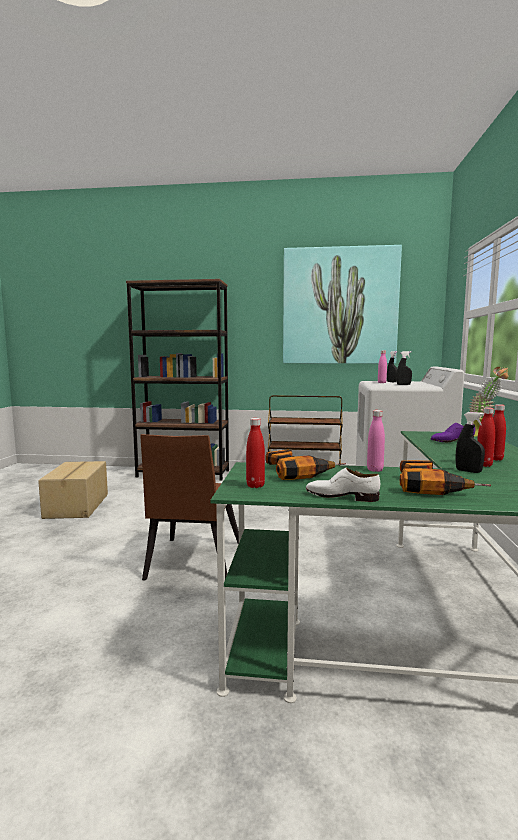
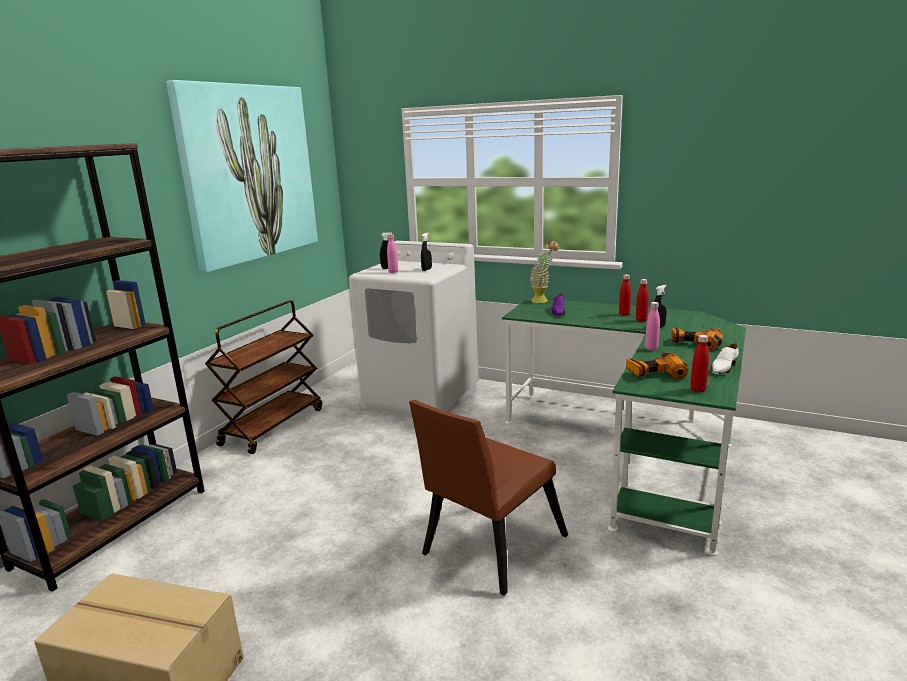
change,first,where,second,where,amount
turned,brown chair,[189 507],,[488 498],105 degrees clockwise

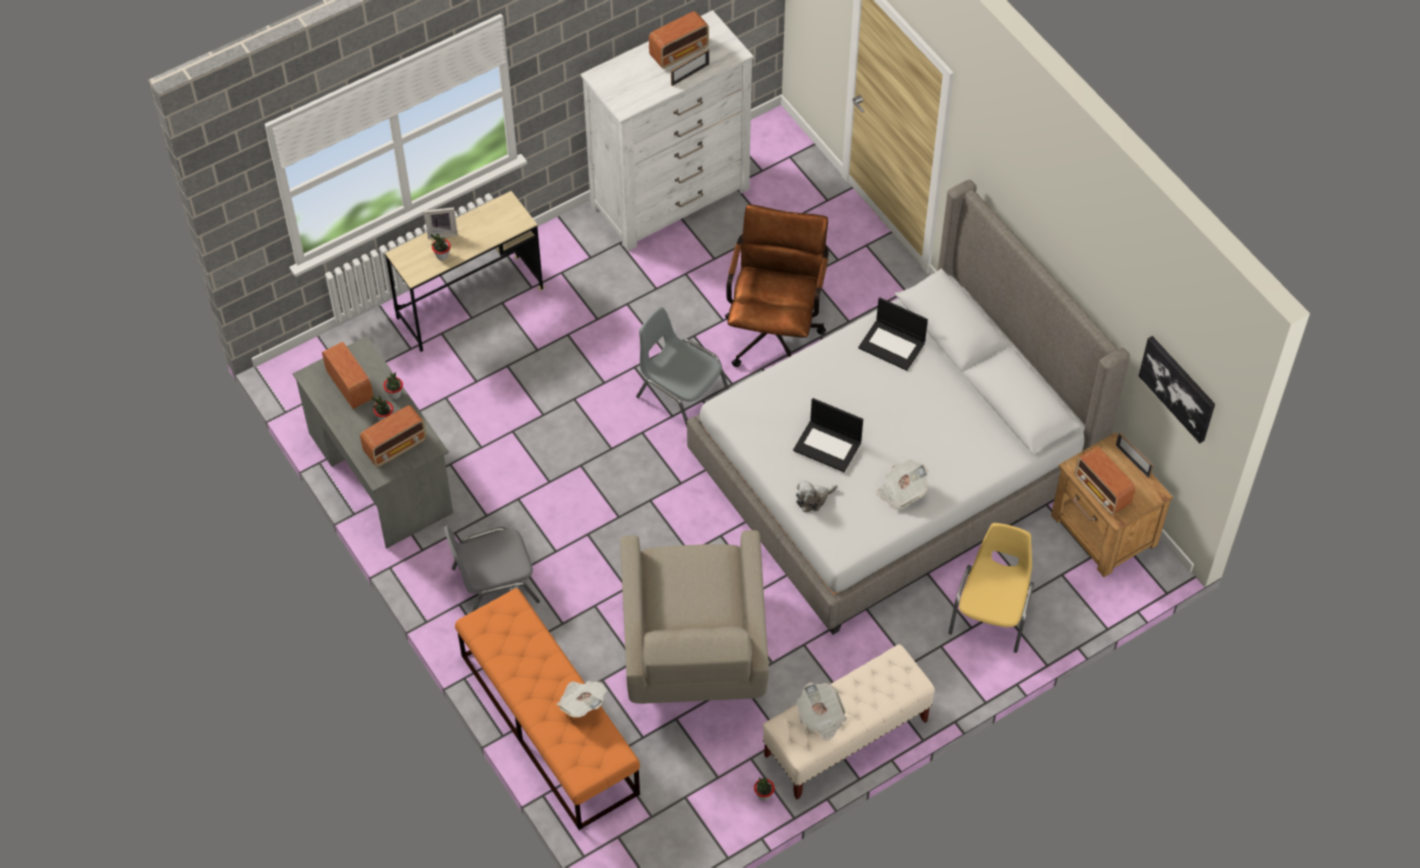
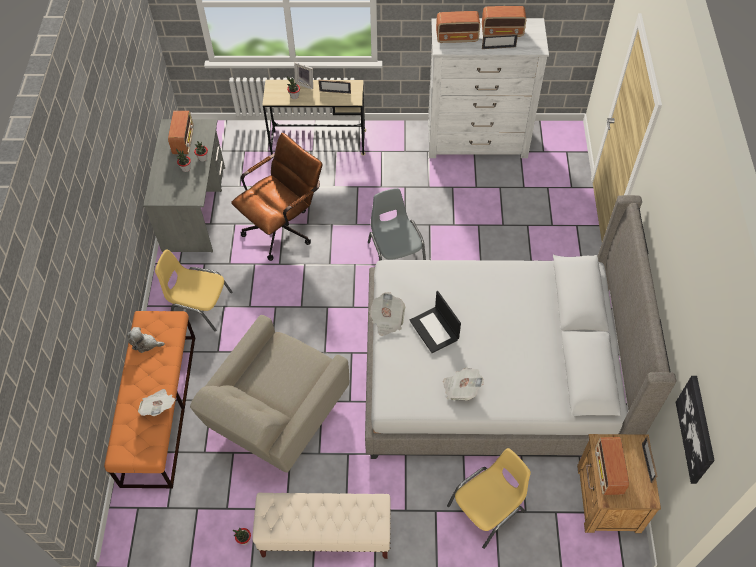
change,first,where,second,where,amount
moved,brown office chair,[777 286],,[276 197],
removed,laptop,[893 334],,,
moved,radio,[393 436],,[458 27],
moved,plush toy,[817 496],,[146 340],
recoloured,grey chair,[492 569],yellow chair,[193 290],
moved,newspaper,[821 711],,[387 314],
added,,,picture frame,[334 87],

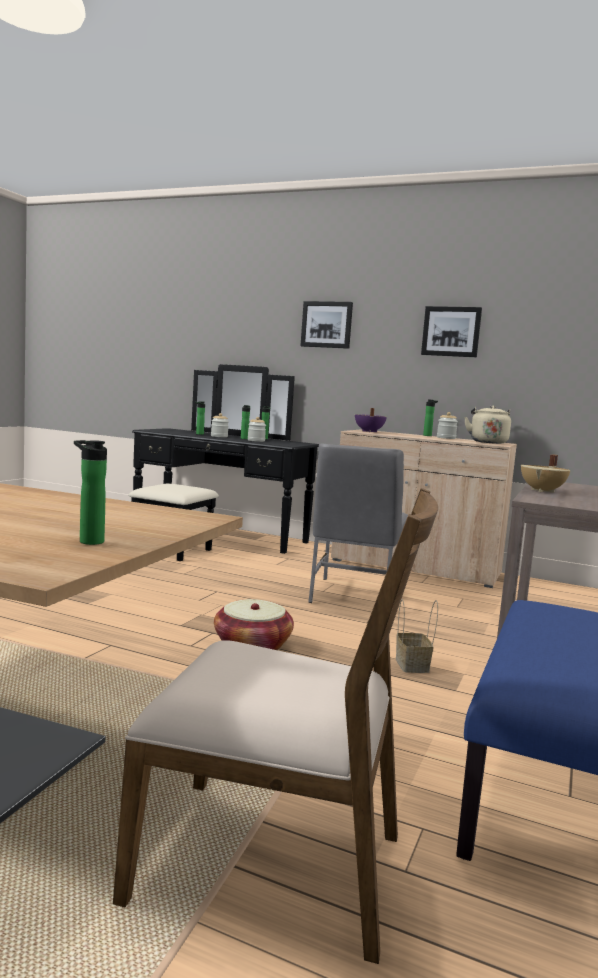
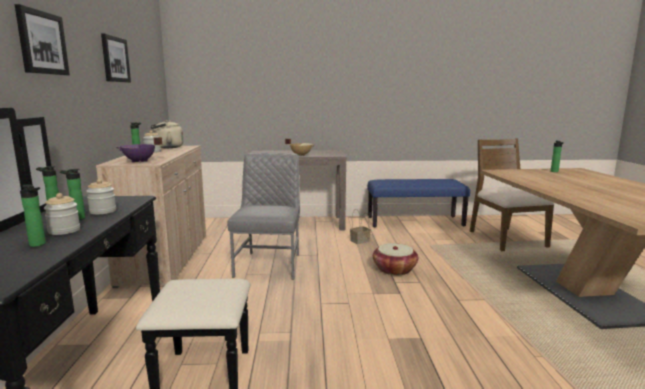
change,first,where,second,where,amount
turned,grey chair,[358 523],,[264 216],75 degrees counterclockwise

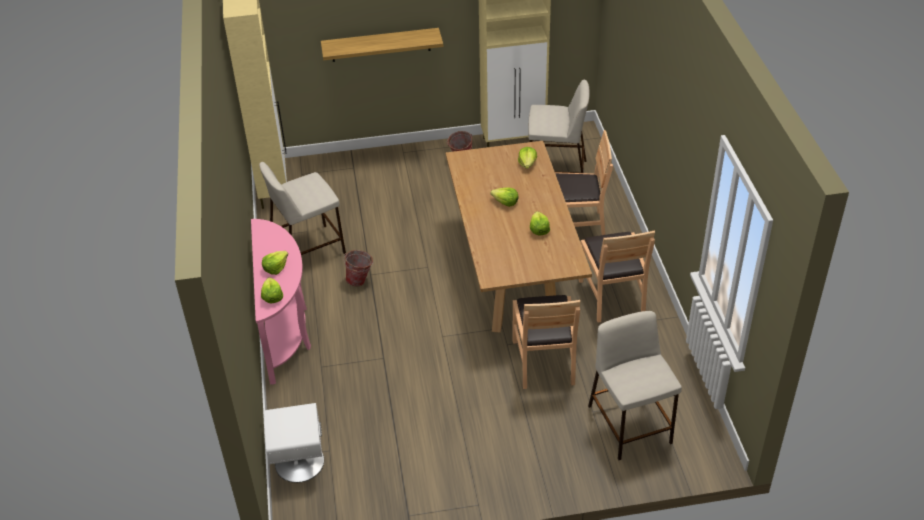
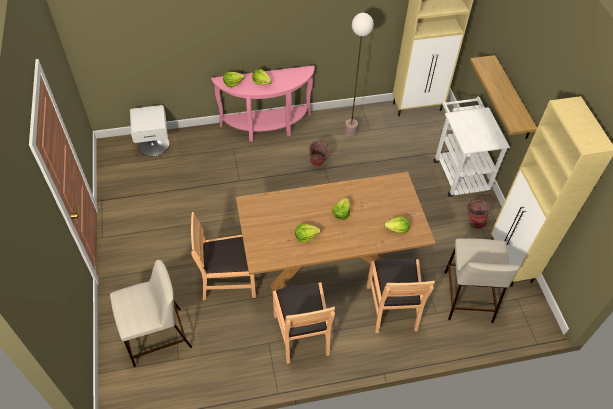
change,first,where,second,where,amount
replaced,beige stool,[302 208],floor lamp,[359 75],
turned,brown chair,[616 277],,[304 323],90 degrees counterclockwise
added,,,white cart,[471 146],

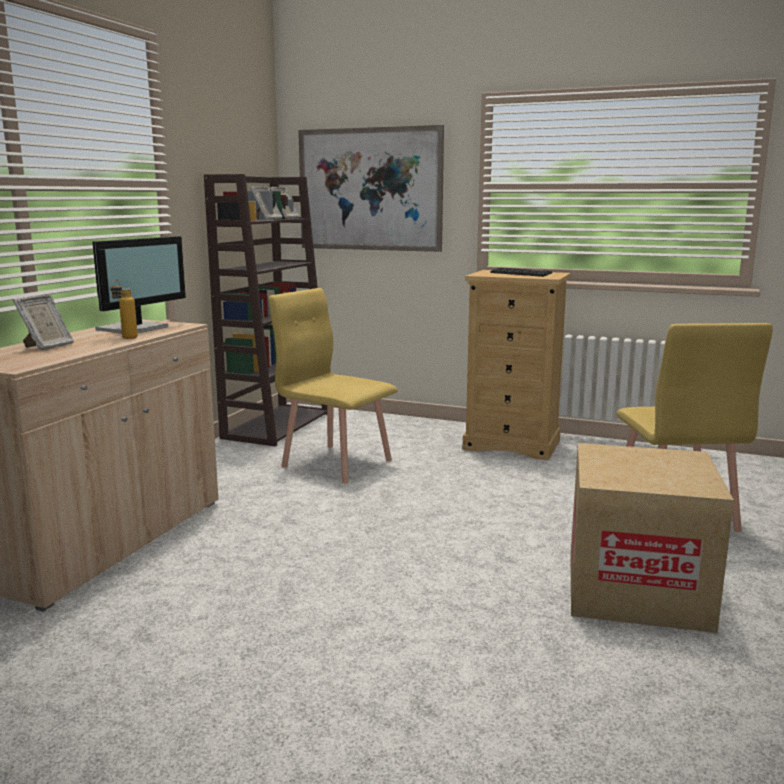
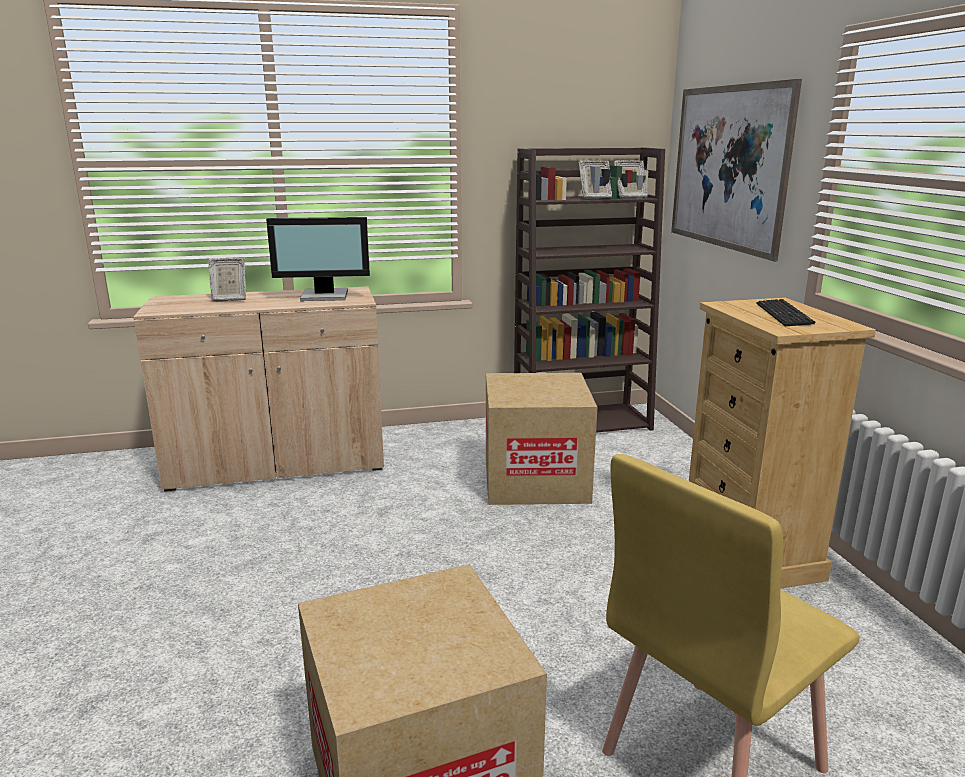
change,first,where,second,where,amount
removed,bottle,[124 309],,,
replaced,yellow chair,[333 386],cardboard box,[541 439],

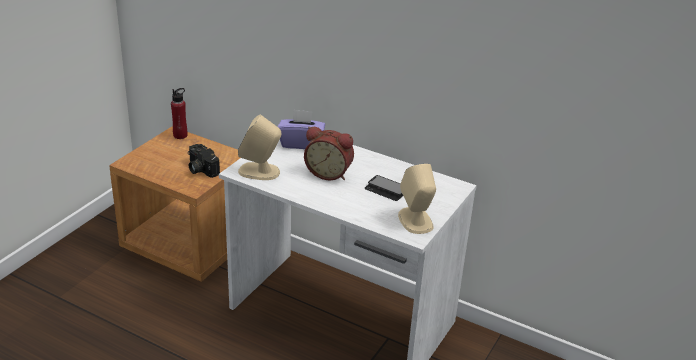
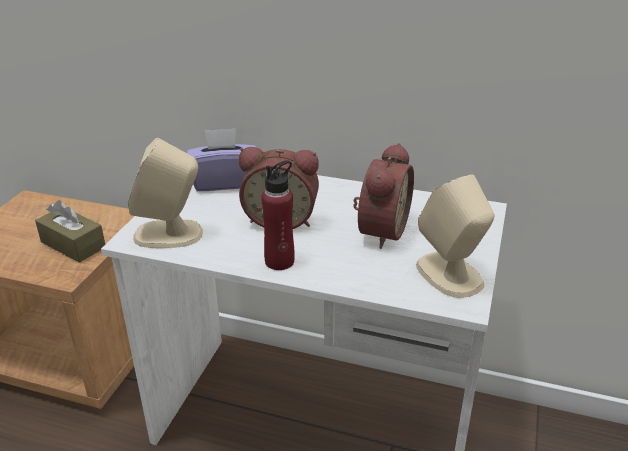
change,first,where,second,where,amount
moved,red bottle,[179 113],,[278 215],
replaced,photo camera,[204 161],brown tissue box,[70 231],
replaced,phone,[384 188],alarm clock,[383 196],

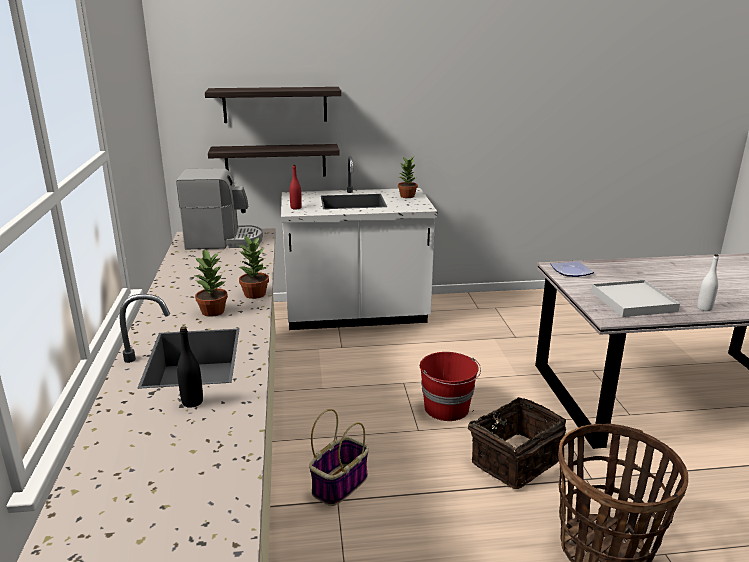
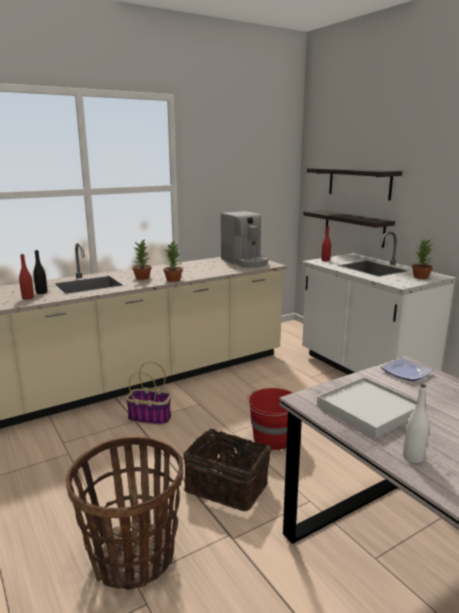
change,first,where,second,where,amount
added,,,red bottle,[26 277],

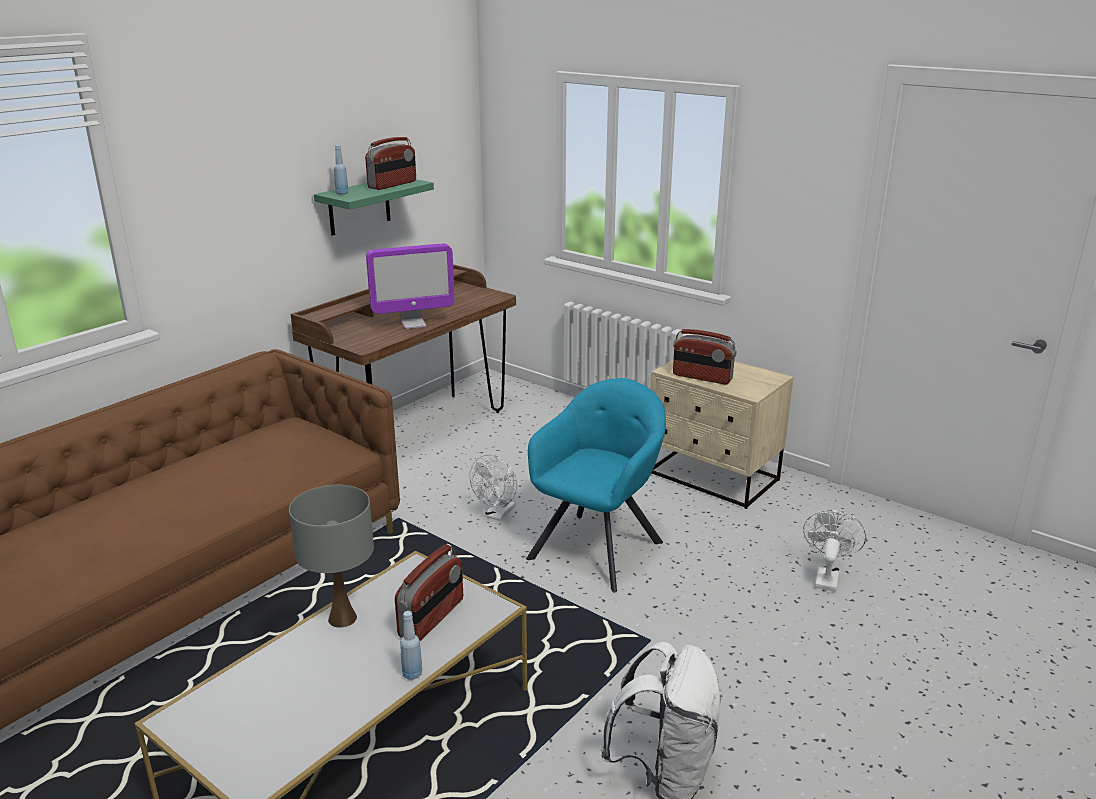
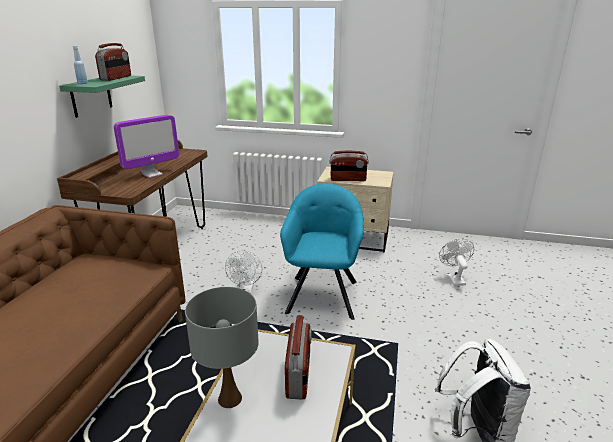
change,first,where,second,where,amount
removed,blue bottle,[411 645],,,

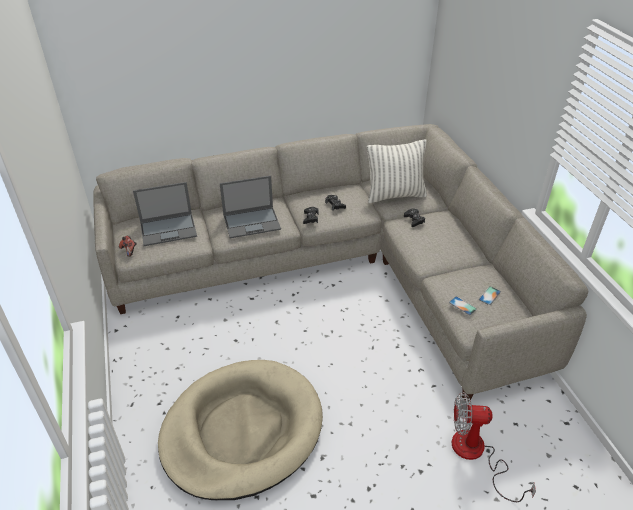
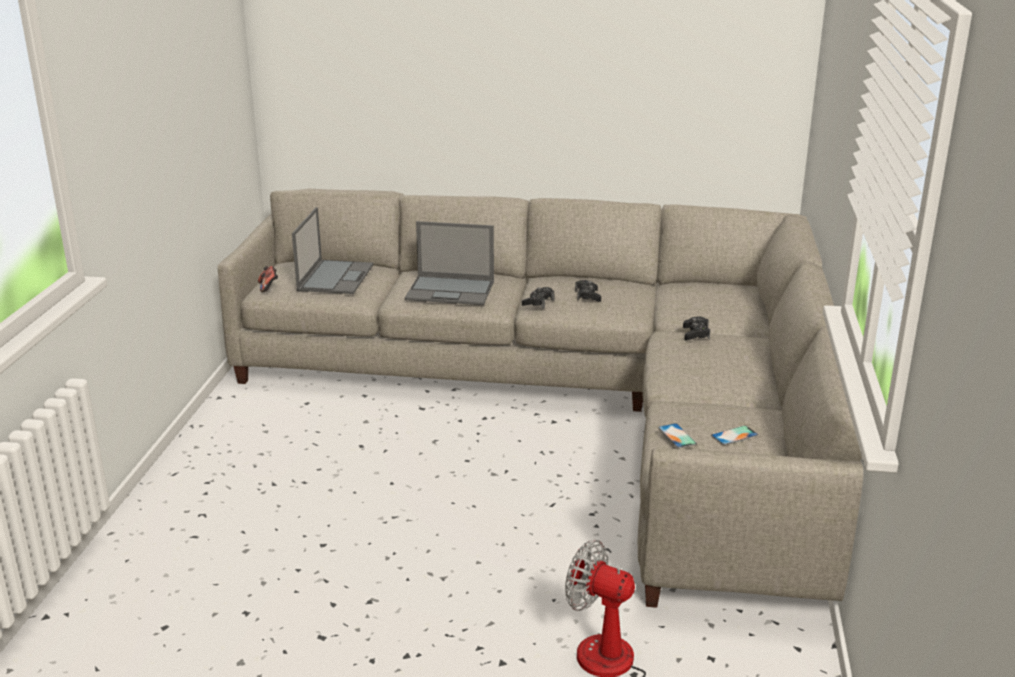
change,first,where,second,where,amount
removed,pillow,[397 171],,,
turned,laptop,[165 214],,[333 250],90 degrees counterclockwise
removed,beige dog bed,[240 430],,,

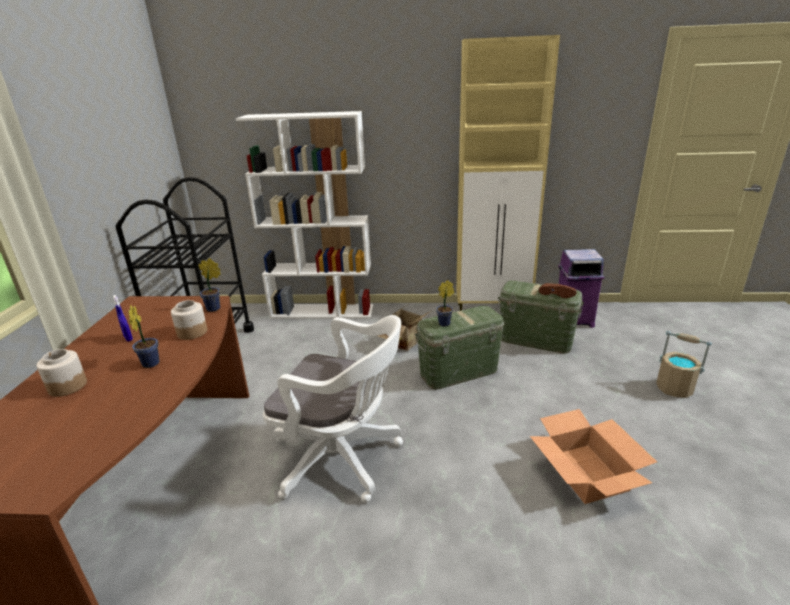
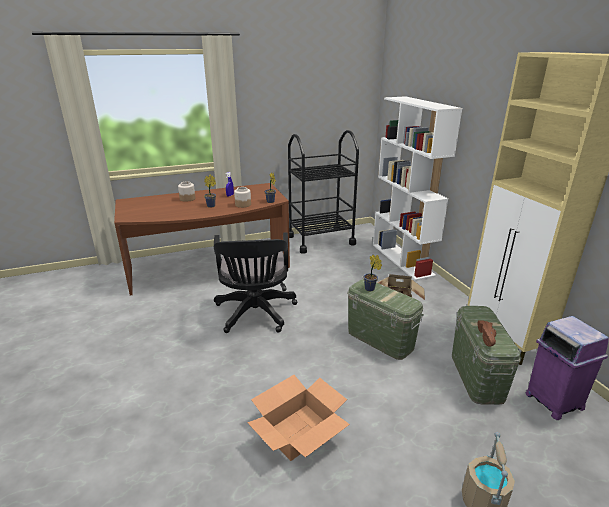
change,first,where,second,where,amount
recoloured,white office chair,[333 409],black office chair,[255 282],

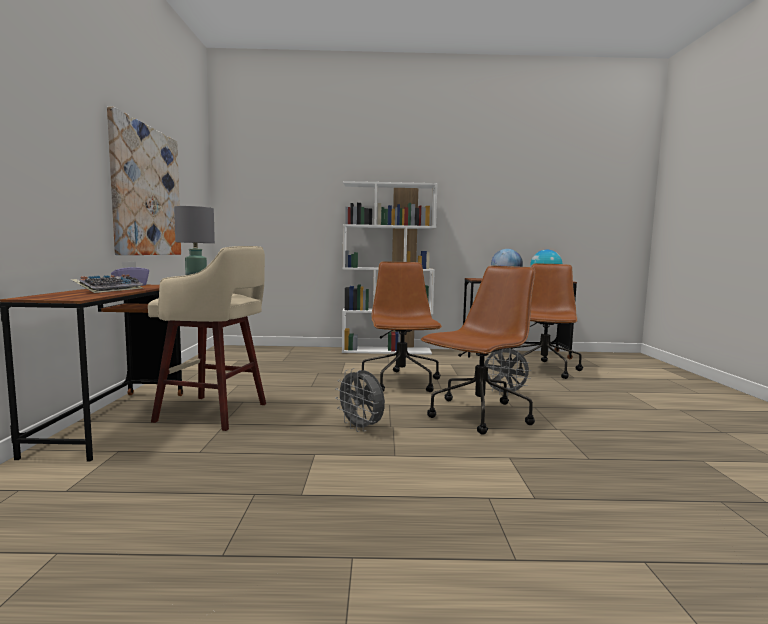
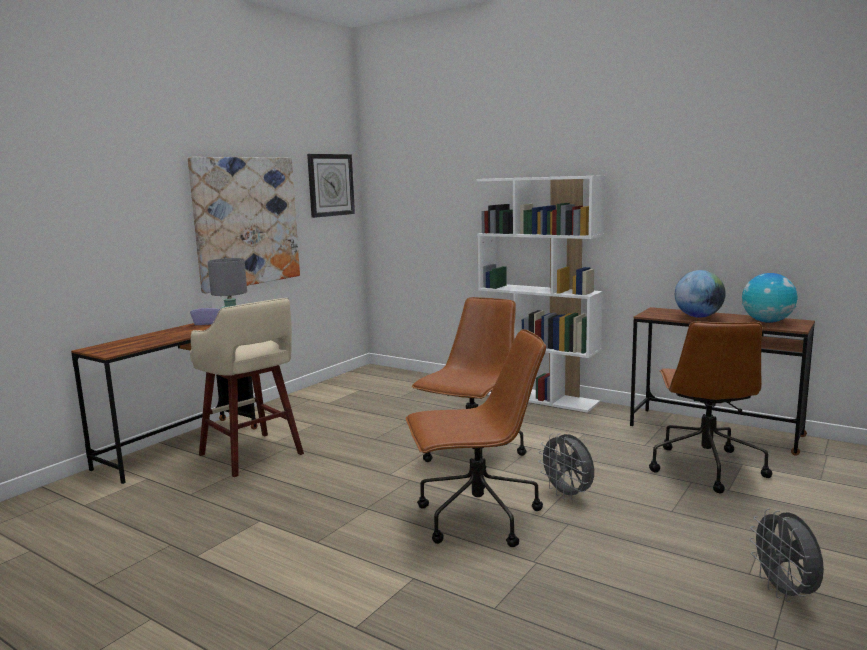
change,first,where,second,where,amount
turned,brown office chair,[544 321],,[710 407],135 degrees clockwise
removed,keyboard,[107 283],,,
moved,grey fan,[360 400],,[786 555],
added,,,wall clock,[331 186],

